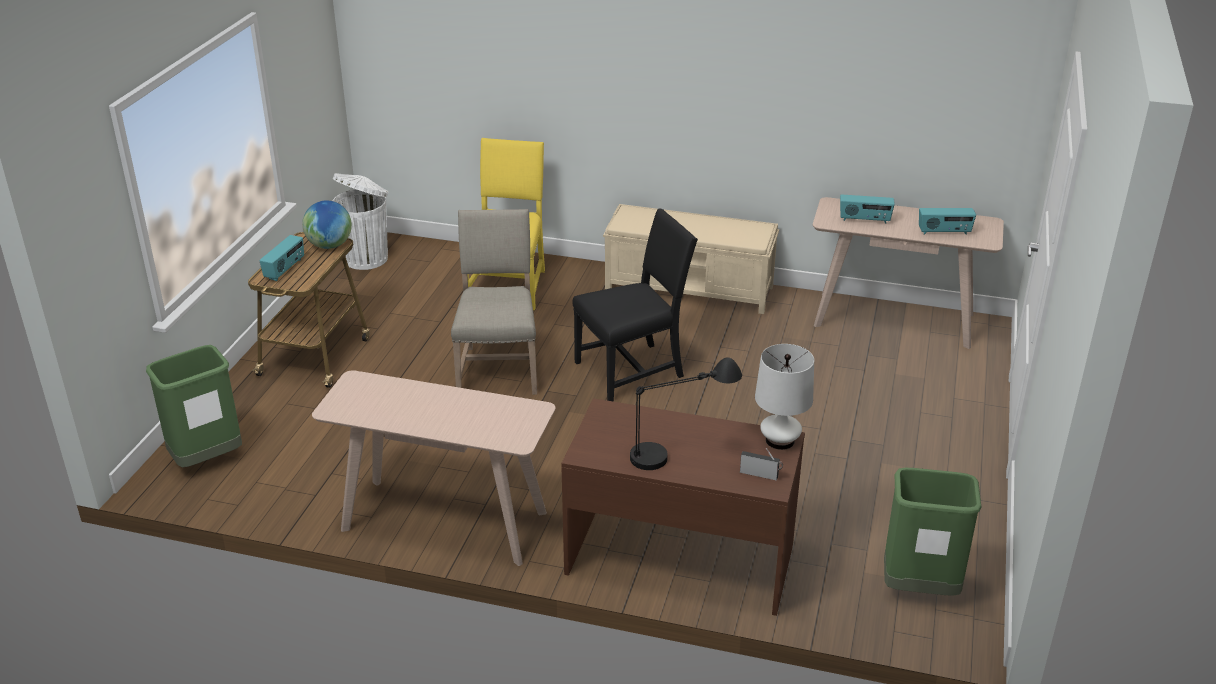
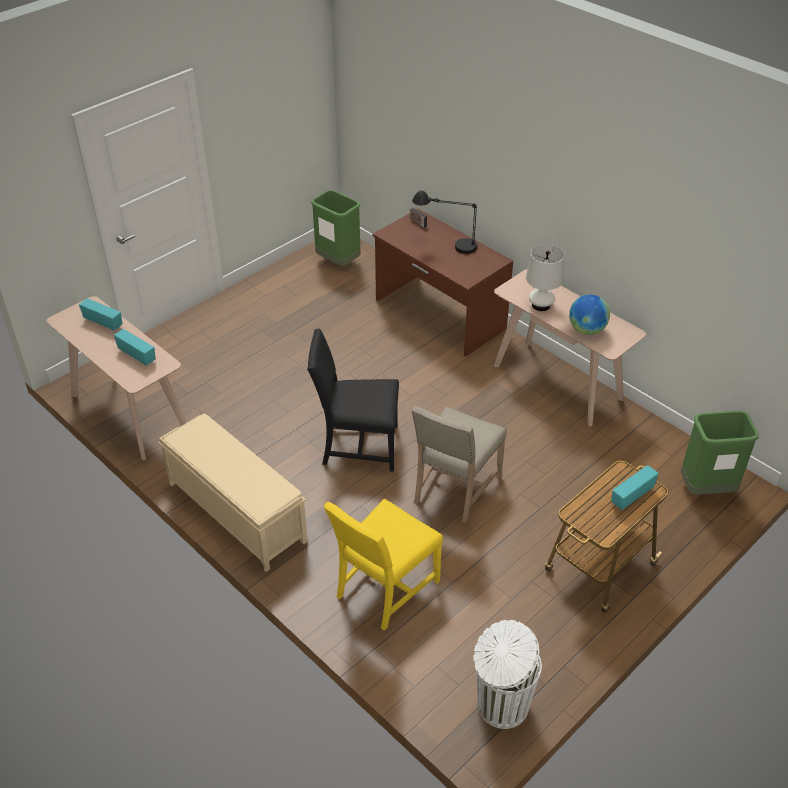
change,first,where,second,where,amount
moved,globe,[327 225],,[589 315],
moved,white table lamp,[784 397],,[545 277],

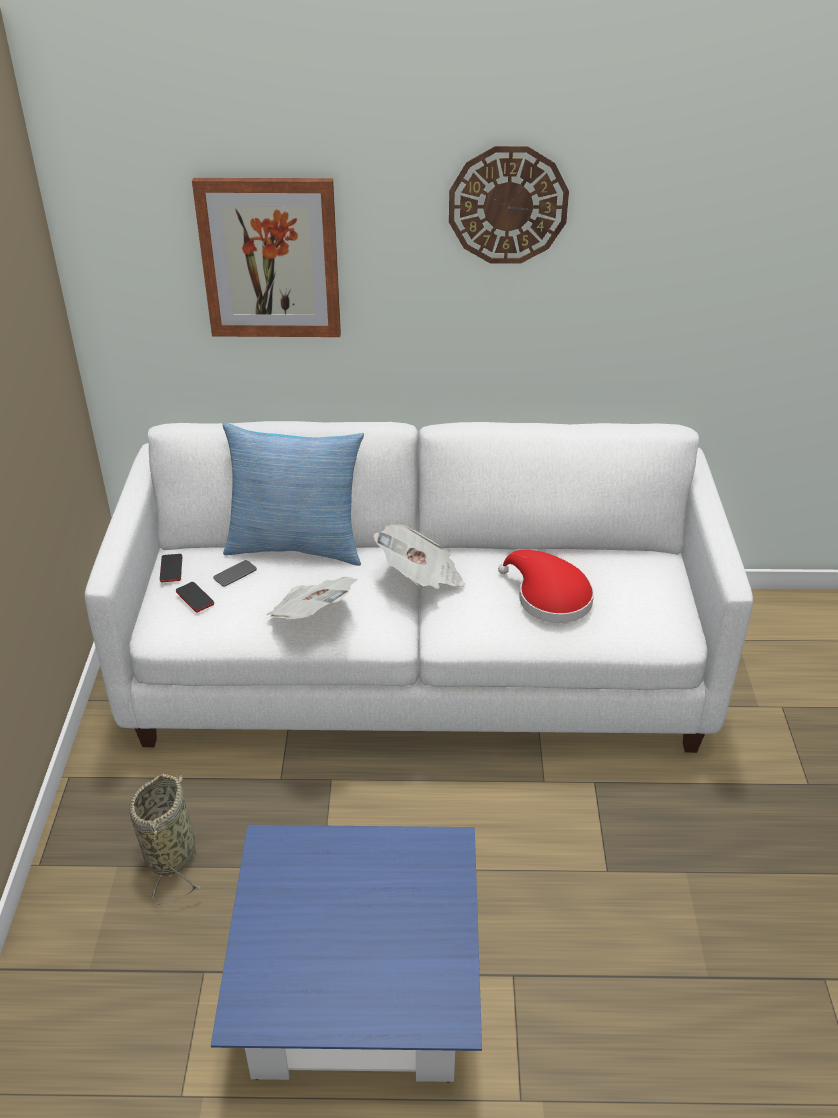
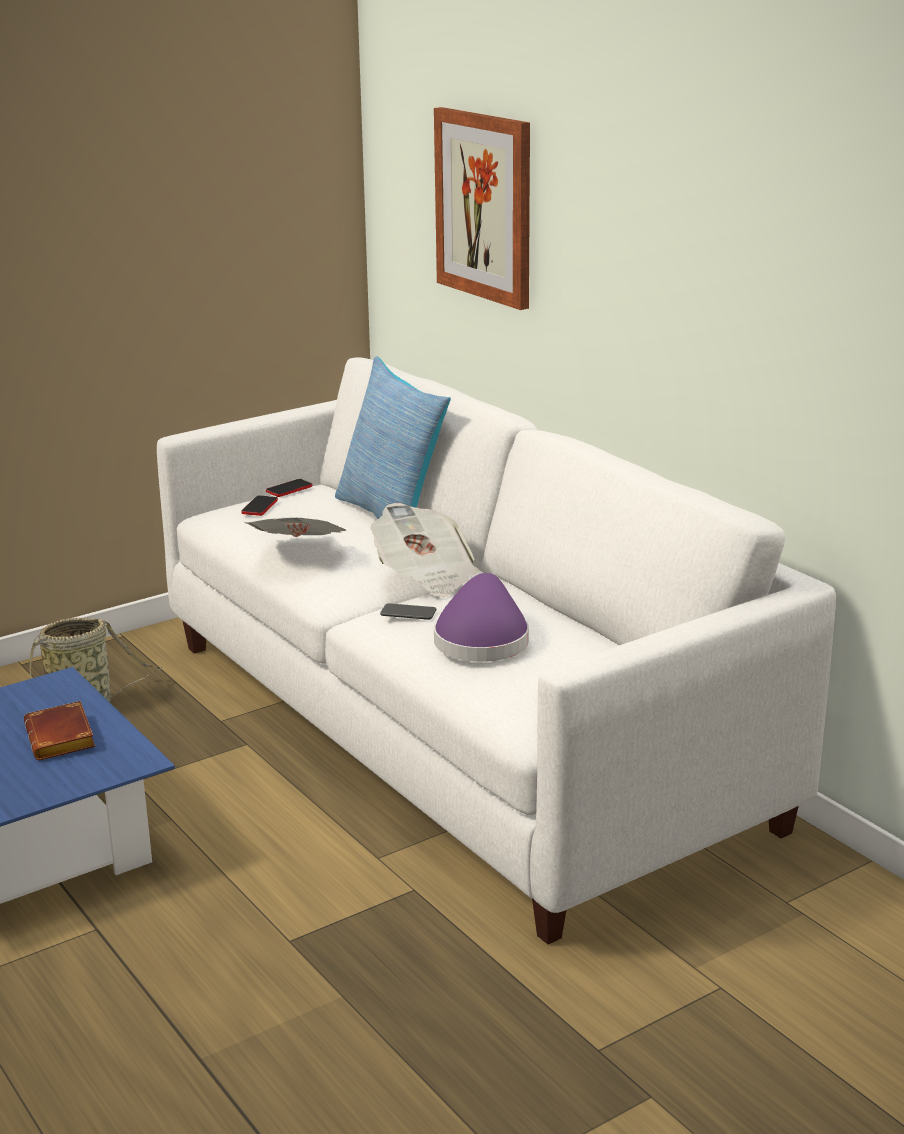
change,first,where,second,where,amount
removed,wall clock,[509 205],,,
recoloured,red hat,[546 586],purple hat,[481 617],
moved,phone,[235 573],,[408 611],
added,,,brown book,[59 730],

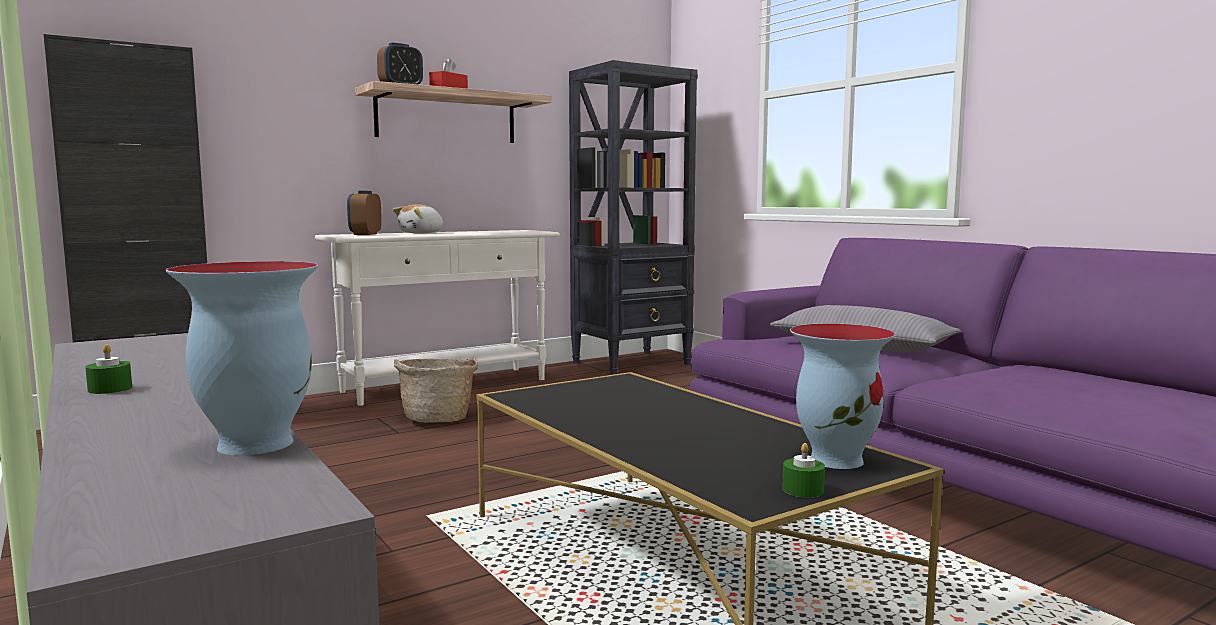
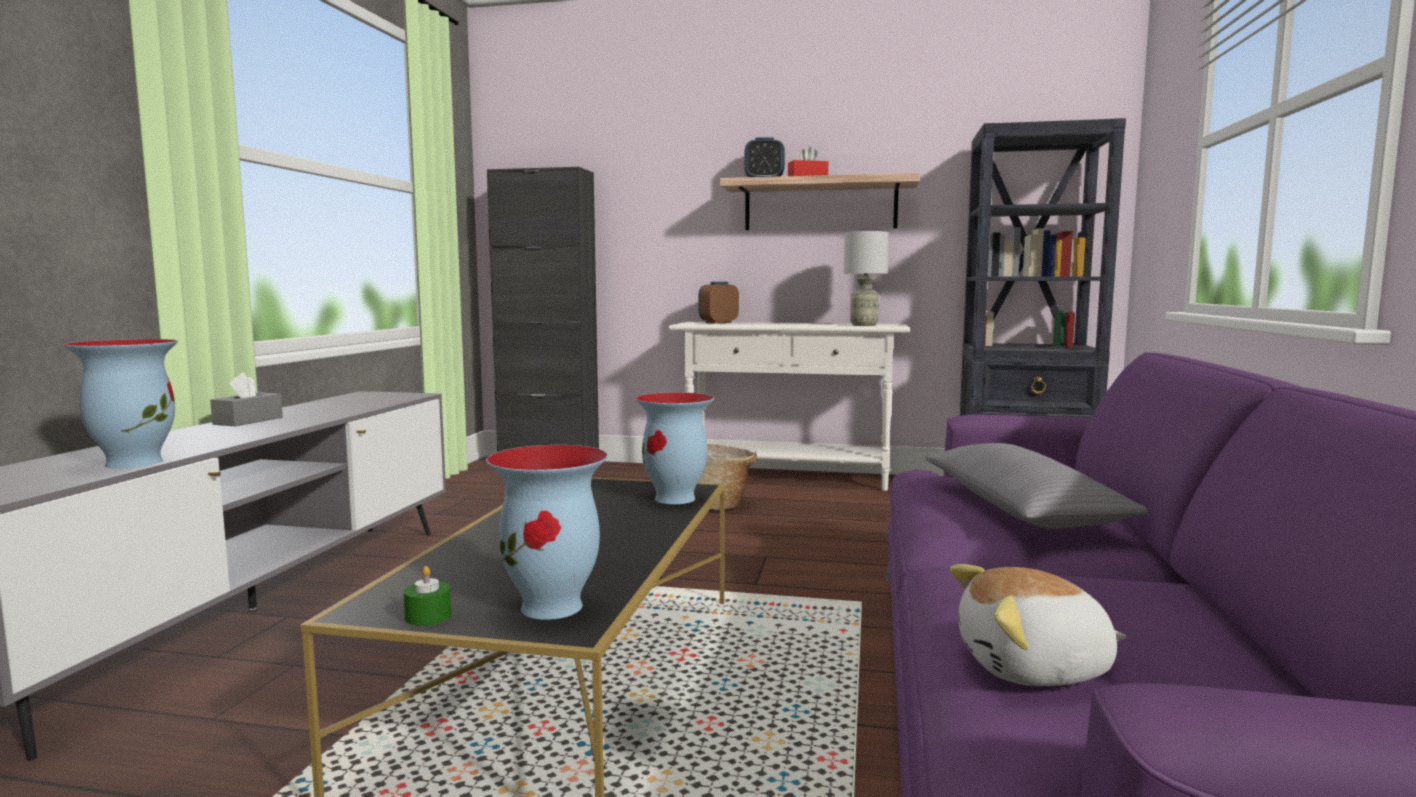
change,first,where,second,where,amount
moved,plush toy,[418 219],,[1038 625],
replaced,green candle,[108 369],grey tissue box,[246 399],
added,,,grey table lamp,[866 278],
added,,,vase,[674 448],

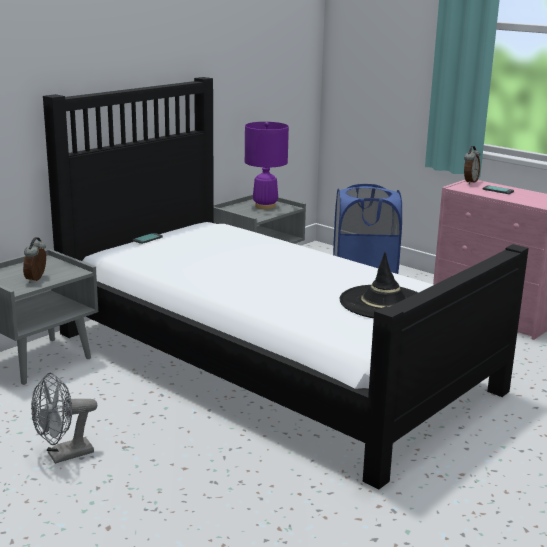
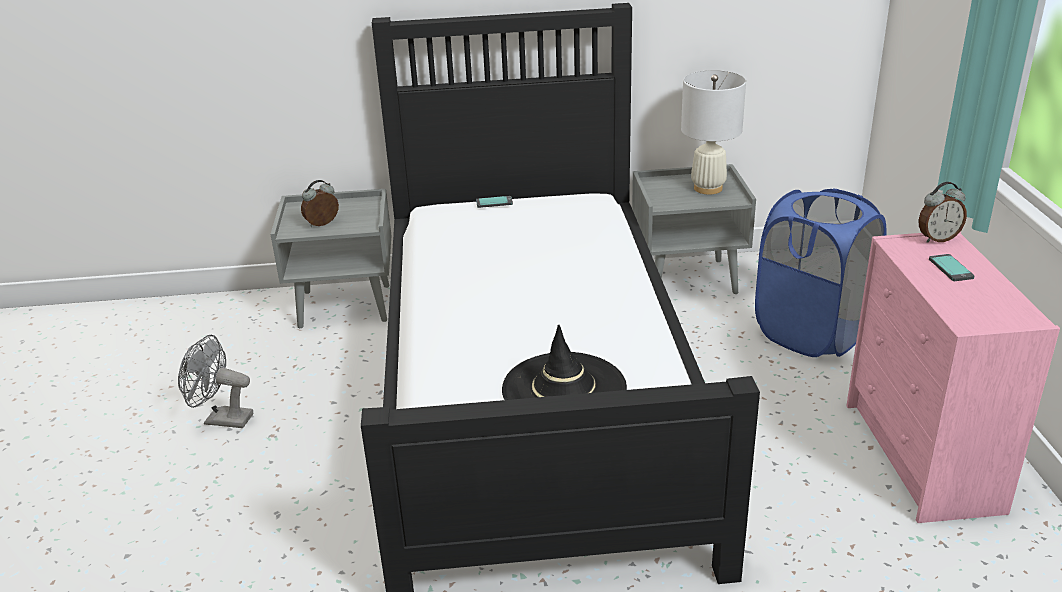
change,first,where,second,where,amount
recoloured,purple table lamp,[267 165],white table lamp,[713 132],

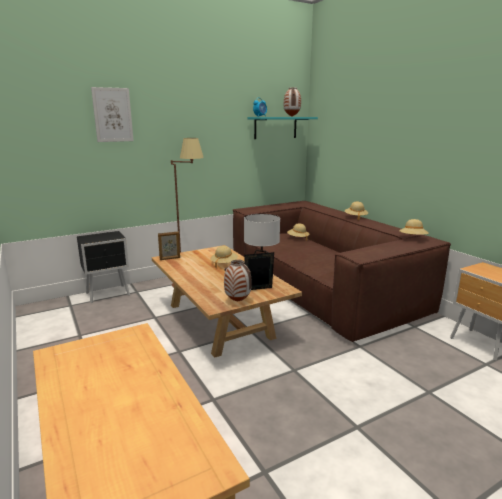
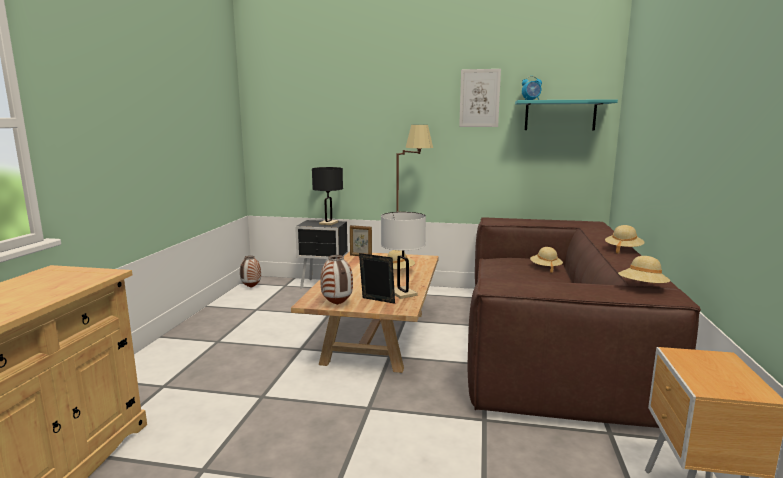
change,first,where,second,where,amount
moved,picture,[112 114],,[480 98],
moved,vase,[292 102],,[250 272],
added,,,black table lamp,[327 196],

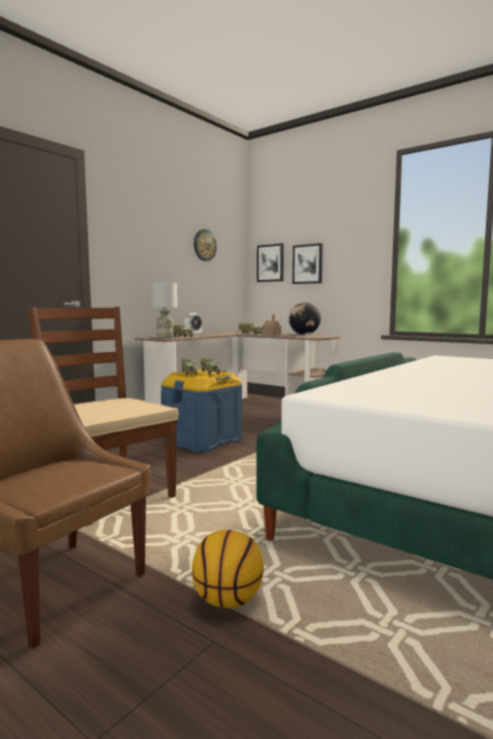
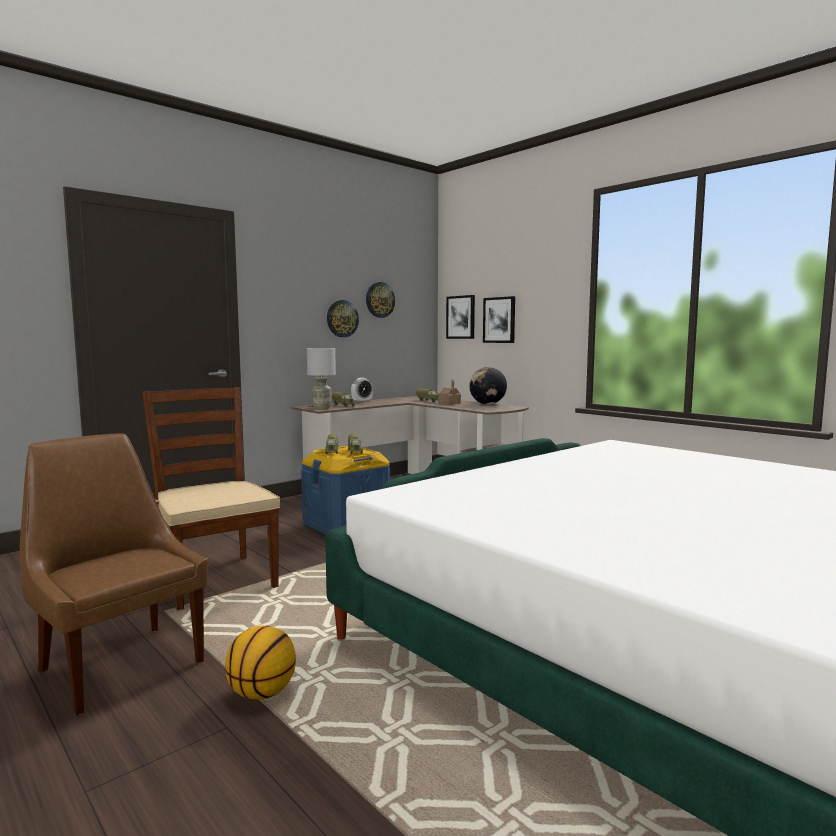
change,first,where,second,where,amount
added,,,wall clock,[343 318],

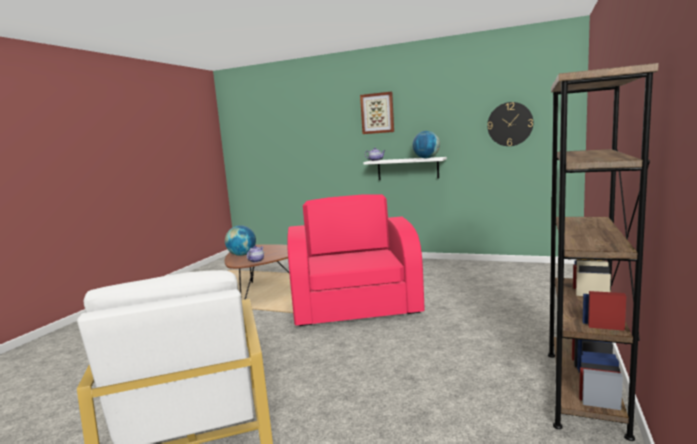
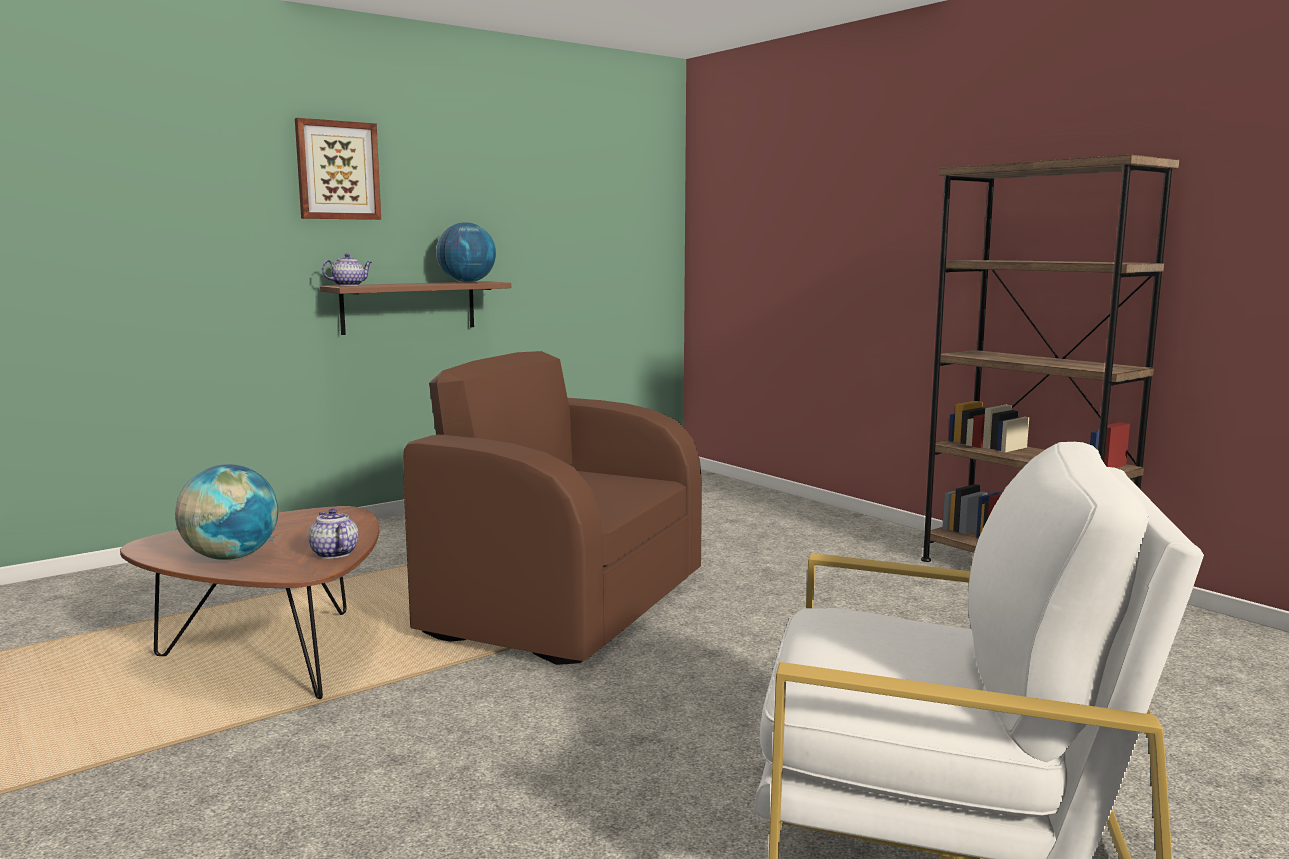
change,first,where,second,where,amount
removed,wall clock,[510 124],,,
recoloured,white shelf,[405 168],brown shelf,[415 308],
recoloured,pink armchair,[356 260],brown armchair,[552 508],

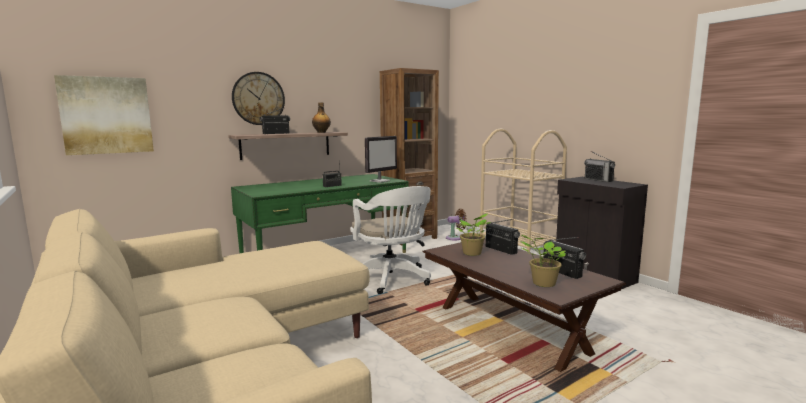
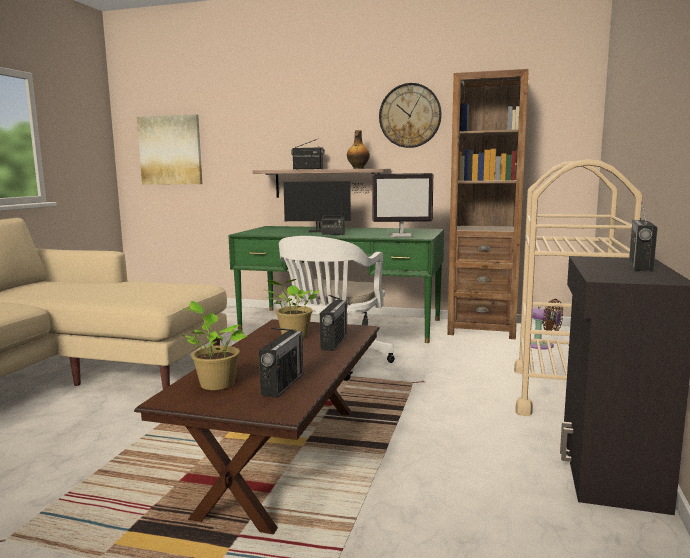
change,first,where,second,where,amount
moved,wall clock,[258 98],,[410 115],
added,,,monitor,[325 206],

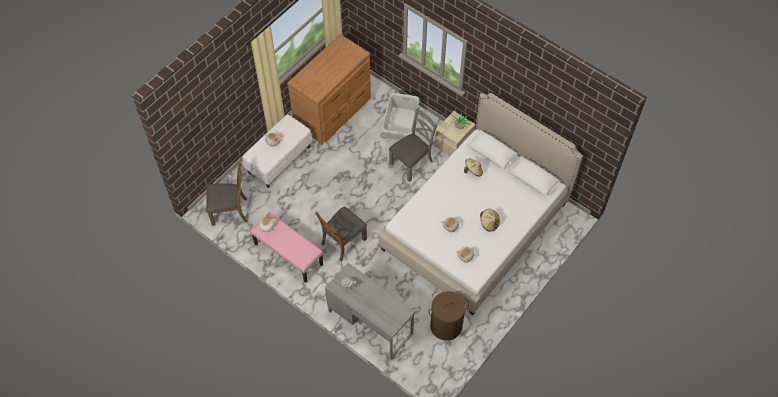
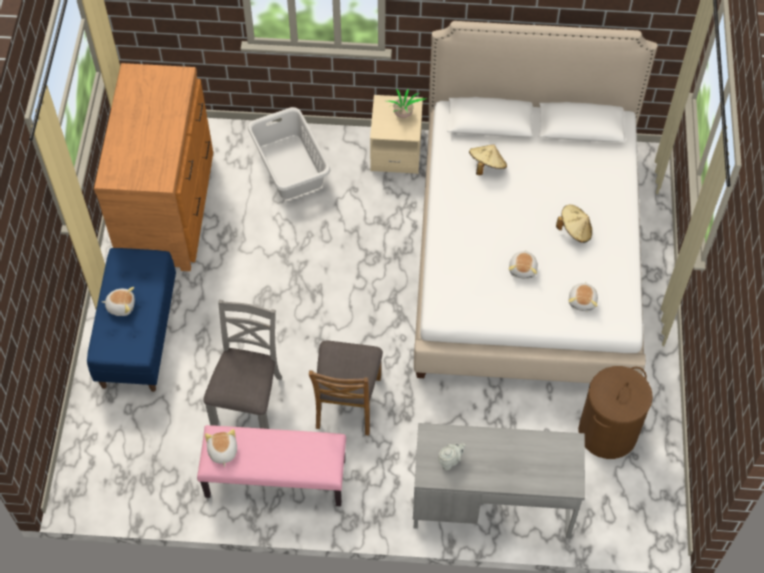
change,first,where,second,where,amount
moved,grey chair,[413 145],,[242 364],
recoloured,white bench,[277 151],blue bench,[131 320],
removed,brown chair,[226 194],,,

